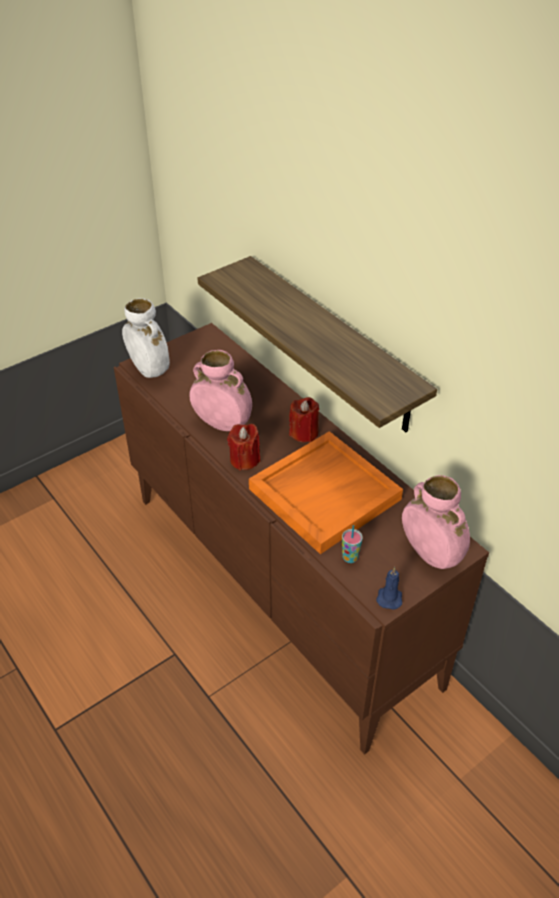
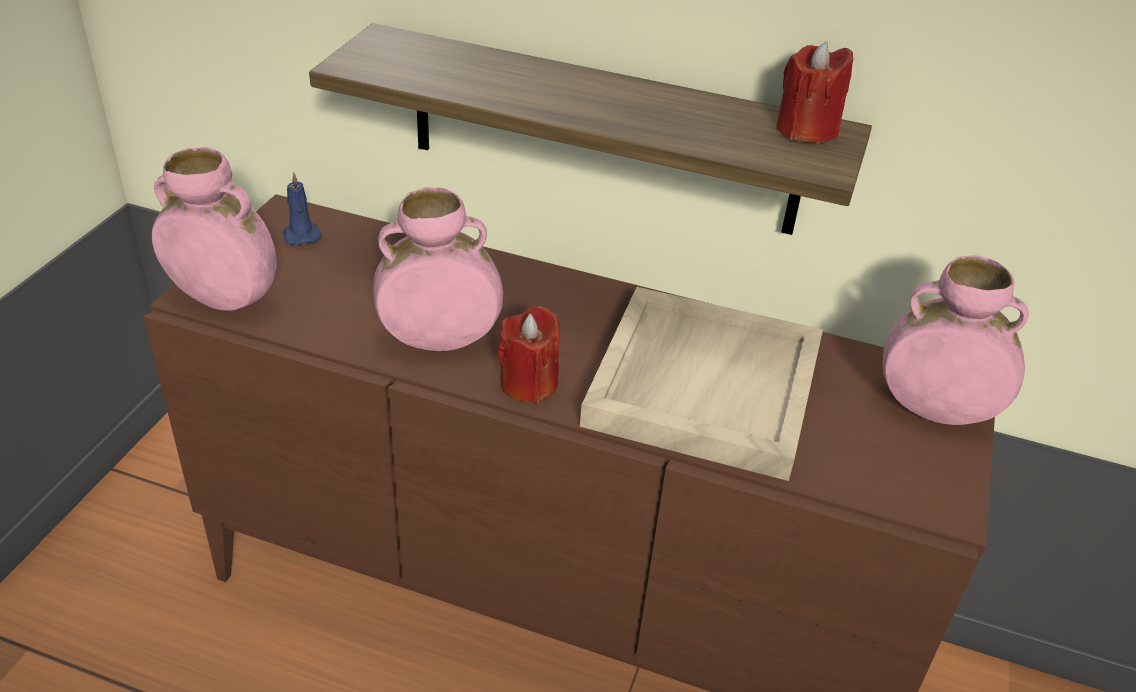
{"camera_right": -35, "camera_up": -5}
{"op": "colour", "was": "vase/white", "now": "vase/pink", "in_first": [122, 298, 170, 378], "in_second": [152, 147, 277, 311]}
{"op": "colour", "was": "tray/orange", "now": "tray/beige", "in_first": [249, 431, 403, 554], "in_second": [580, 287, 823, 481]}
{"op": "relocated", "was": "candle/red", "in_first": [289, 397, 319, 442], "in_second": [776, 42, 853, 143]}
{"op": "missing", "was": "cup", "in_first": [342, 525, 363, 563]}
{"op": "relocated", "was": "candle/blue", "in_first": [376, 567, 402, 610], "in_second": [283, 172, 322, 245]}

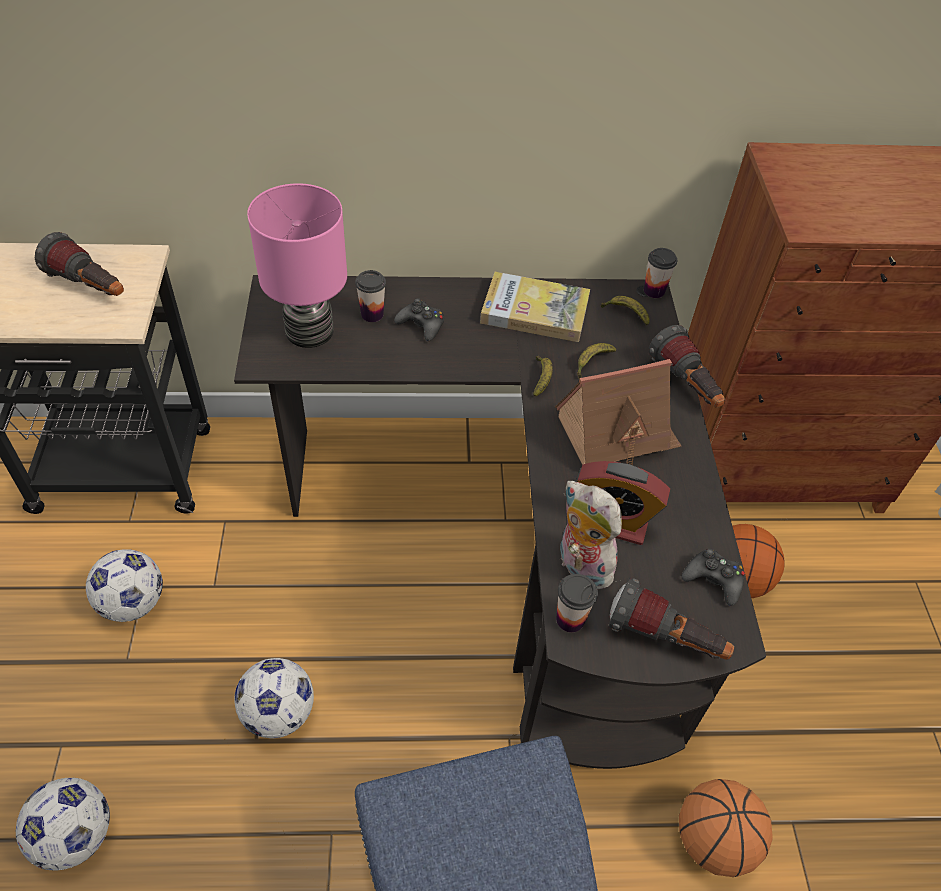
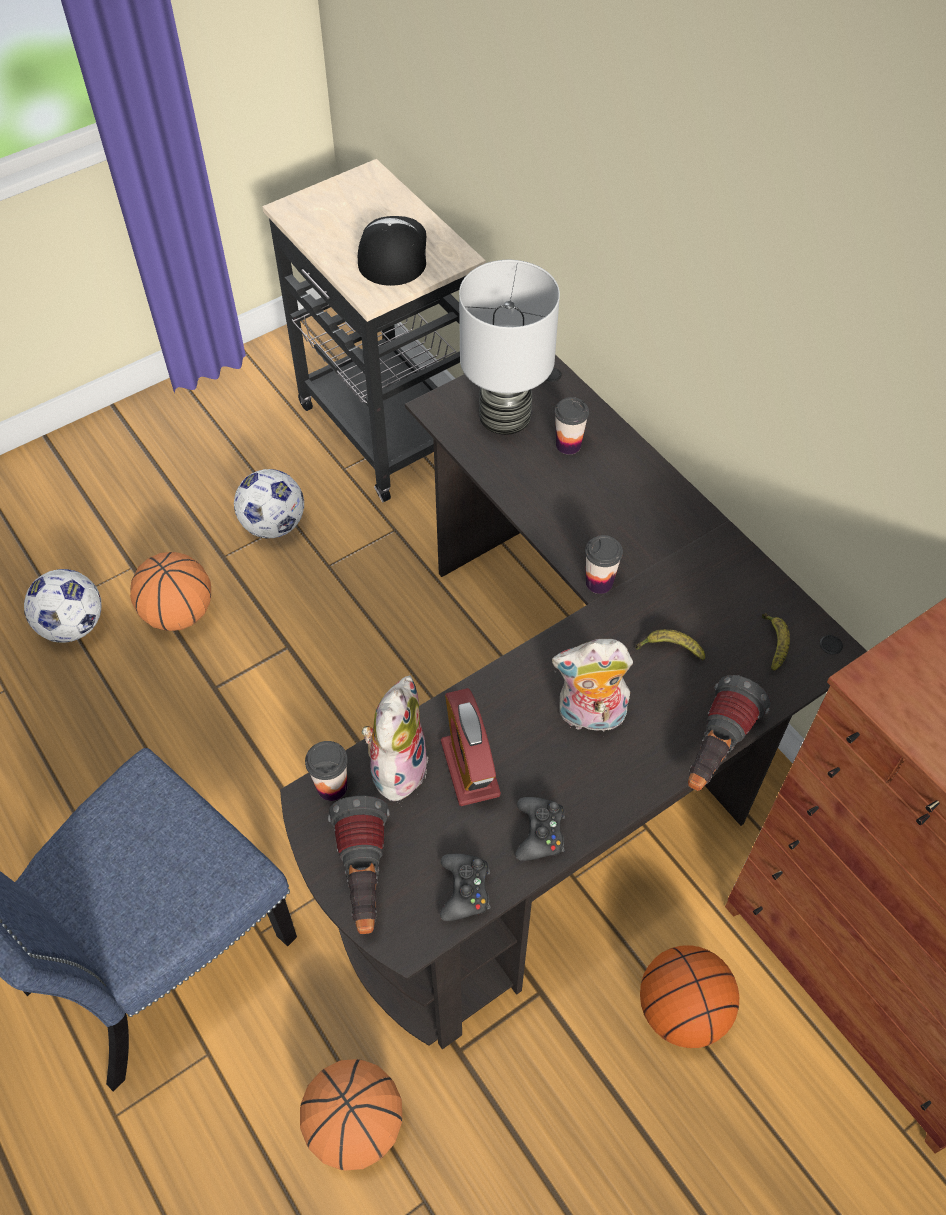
{"camera_right": 60, "camera_up": 5}
{"op": "exchanged", "was": "flashlight", "now": "cap", "in_first": [35, 232, 124, 296], "in_second": [358, 216, 426, 286]}
{"op": "missing", "was": "football", "in_first": [234, 658, 314, 738]}
{"op": "colour", "was": "table lamp/pink", "now": "table lamp/grey", "in_first": [247, 183, 347, 348], "in_second": [459, 260, 560, 435]}
{"op": "relocated", "was": "game controller/black", "in_first": [394, 298, 444, 341], "in_second": [516, 797, 565, 861]}
{"op": "missing", "was": "book", "in_first": [480, 272, 590, 342]}
{"op": "missing", "was": "banana", "in_first": [533, 356, 553, 397]}
{"op": "exchanged", "was": "toy house", "now": "plush toy", "in_first": [555, 359, 681, 465], "in_second": [552, 639, 633, 732]}
{"op": "relocated", "was": "cup", "in_first": [644, 248, 677, 298], "in_second": [585, 535, 623, 594]}
{"op": "appeared", "now": "basketball", "in_second": [130, 552, 211, 631]}

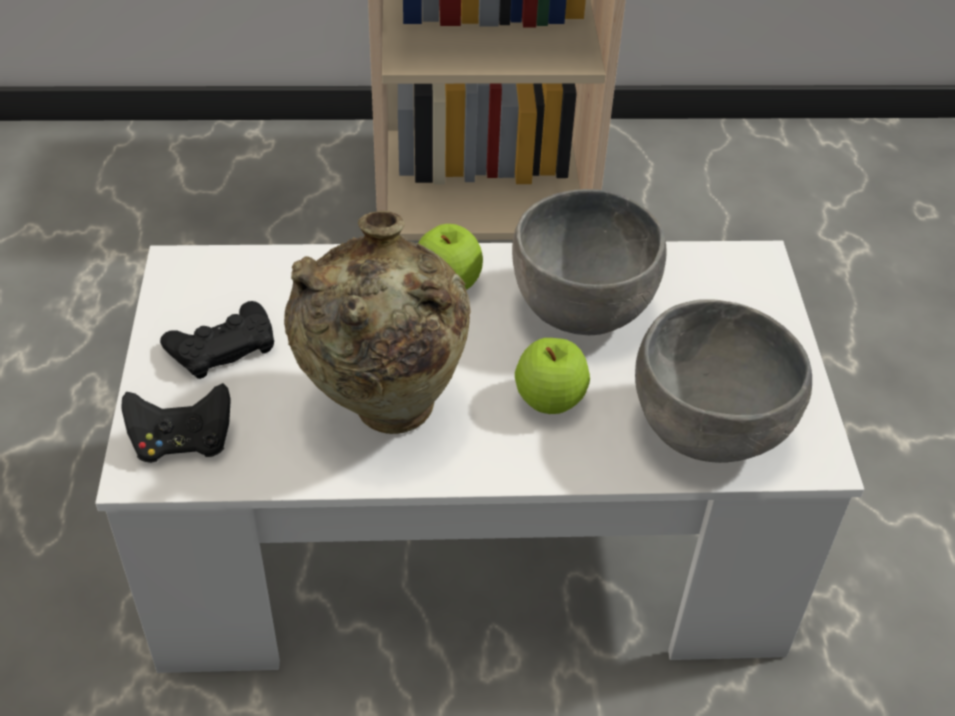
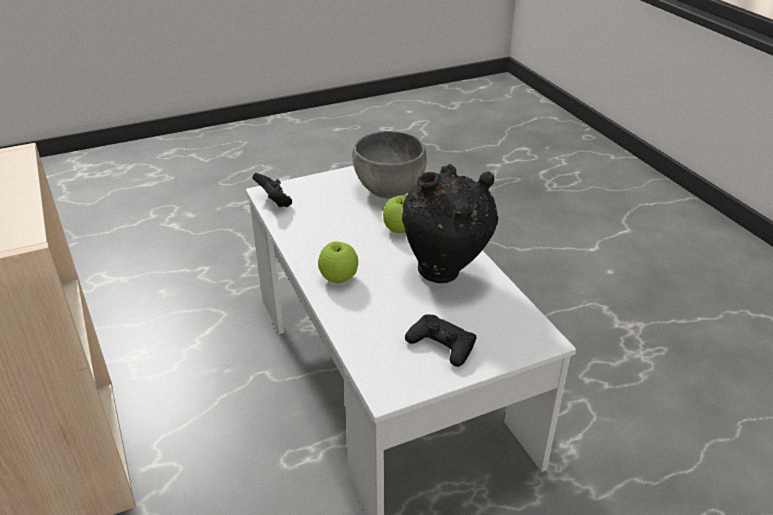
{"camera_right": -110, "camera_up": -10}
{"op": "relocated", "was": "game controller/black", "in_first": [121, 383, 231, 463], "in_second": [252, 173, 292, 207]}
{"op": "colour", "was": "vase/beige", "now": "vase/black", "in_first": [284, 211, 471, 434], "in_second": [402, 164, 498, 283]}
{"op": "missing", "was": "bowl/grey", "in_first": [512, 189, 667, 335]}

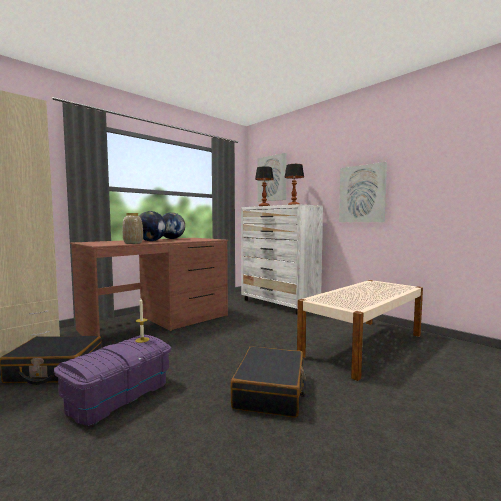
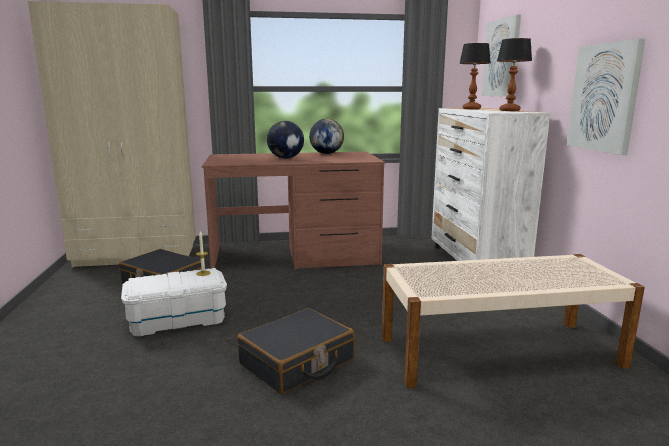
{"camera_right": 35, "camera_up": 10}
{"op": "colour", "was": "storage box/purple", "now": "storage box/white", "in_first": [54, 335, 171, 426], "in_second": [121, 268, 227, 337]}
{"op": "missing", "was": "vase", "in_first": [123, 213, 143, 244]}

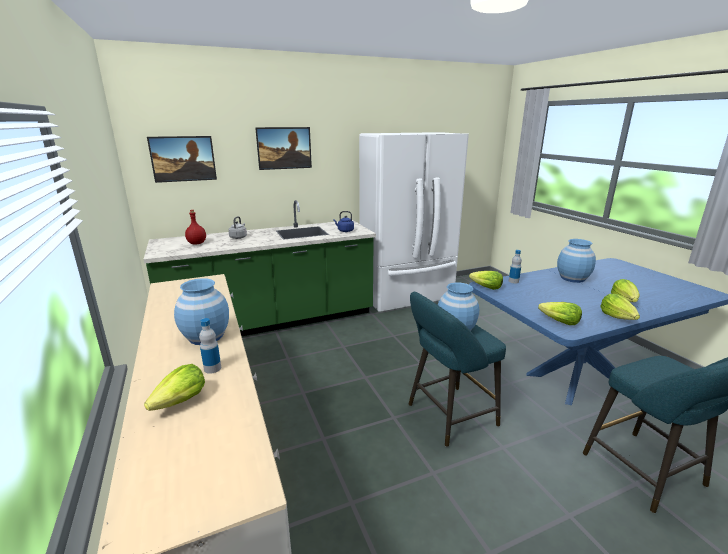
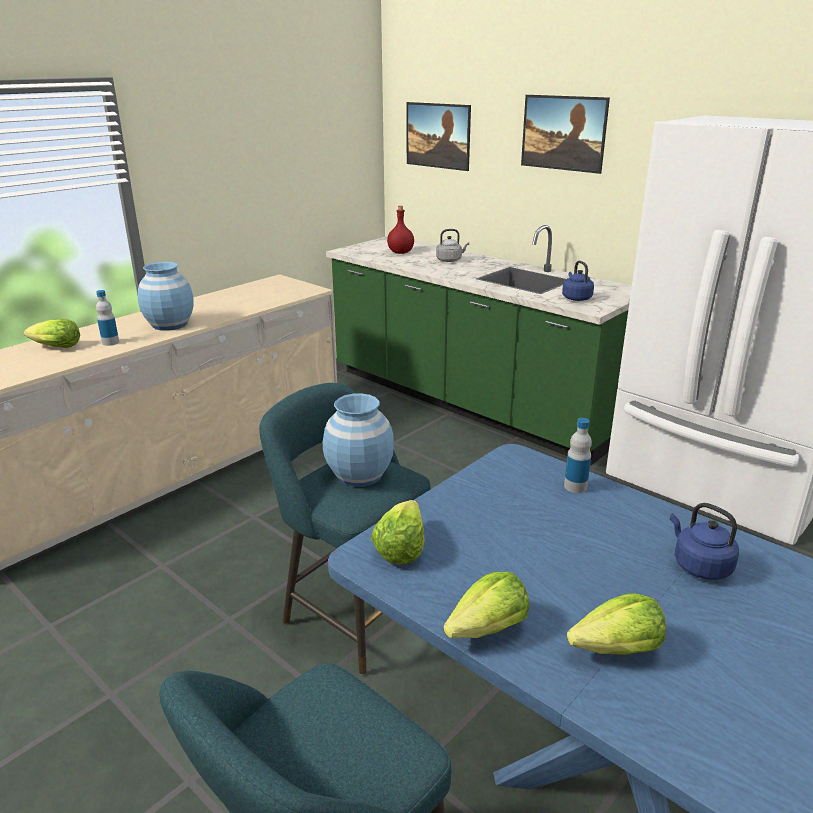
{"camera_right": 65, "camera_up": 5}
{"op": "missing", "was": "lettuce", "in_first": [469, 271, 503, 290]}
{"op": "exchanged", "was": "vase/blue", "now": "kettle/blue", "in_first": [557, 239, 596, 283], "in_second": [670, 503, 739, 580]}

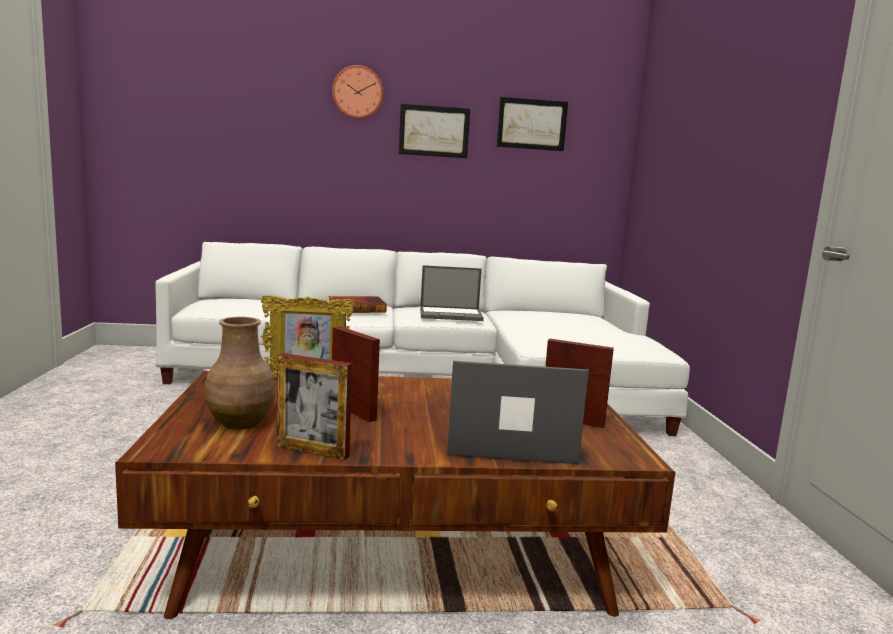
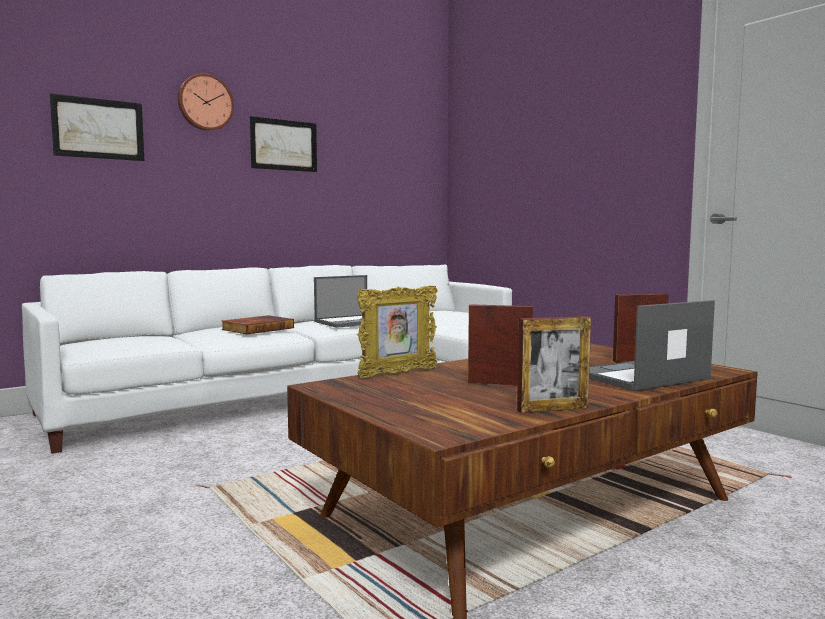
{"camera_right": -30, "camera_up": -5}
{"op": "missing", "was": "vase/brown", "in_first": [204, 317, 276, 429]}
{"op": "relocated", "was": "picture", "in_first": [497, 97, 568, 151], "in_second": [50, 93, 145, 161]}

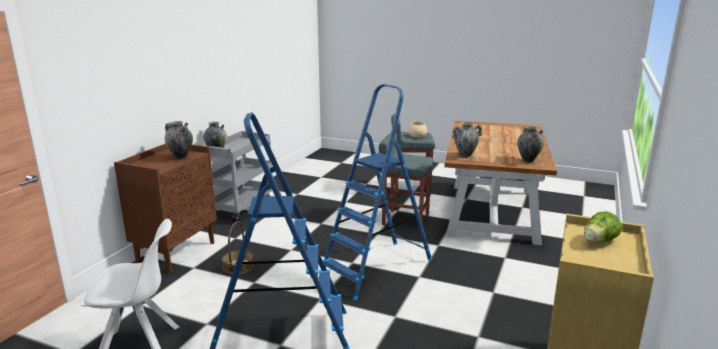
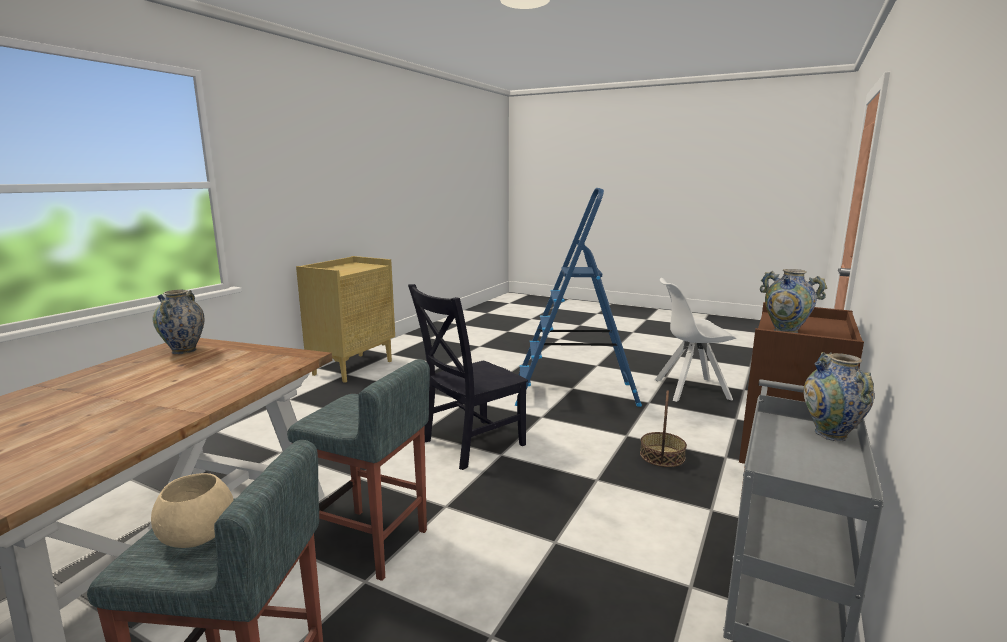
{"camera_right": -175, "camera_up": -5}
{"op": "exchanged", "was": "step ladder/blue", "now": "chair/black", "in_first": [323, 84, 432, 301], "in_second": [408, 284, 528, 470]}
{"op": "missing", "was": "vase", "in_first": [452, 122, 482, 158]}
{"op": "missing", "was": "lettuce", "in_first": [584, 211, 622, 243]}

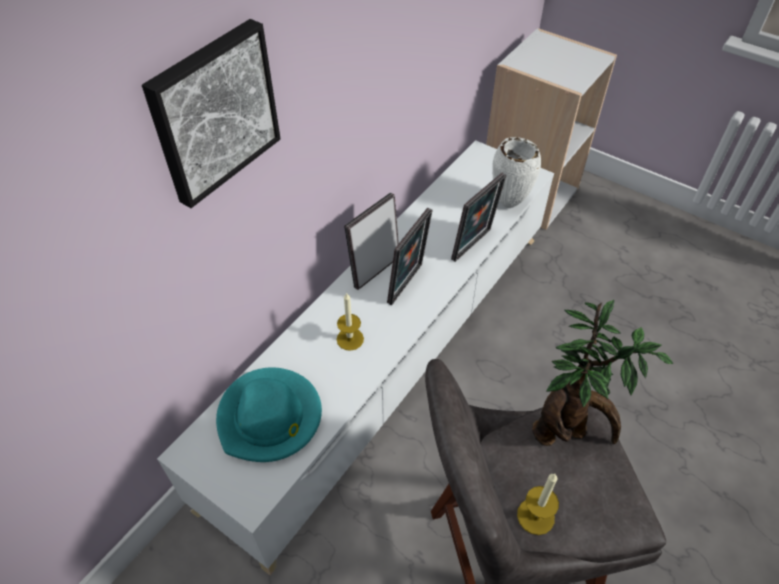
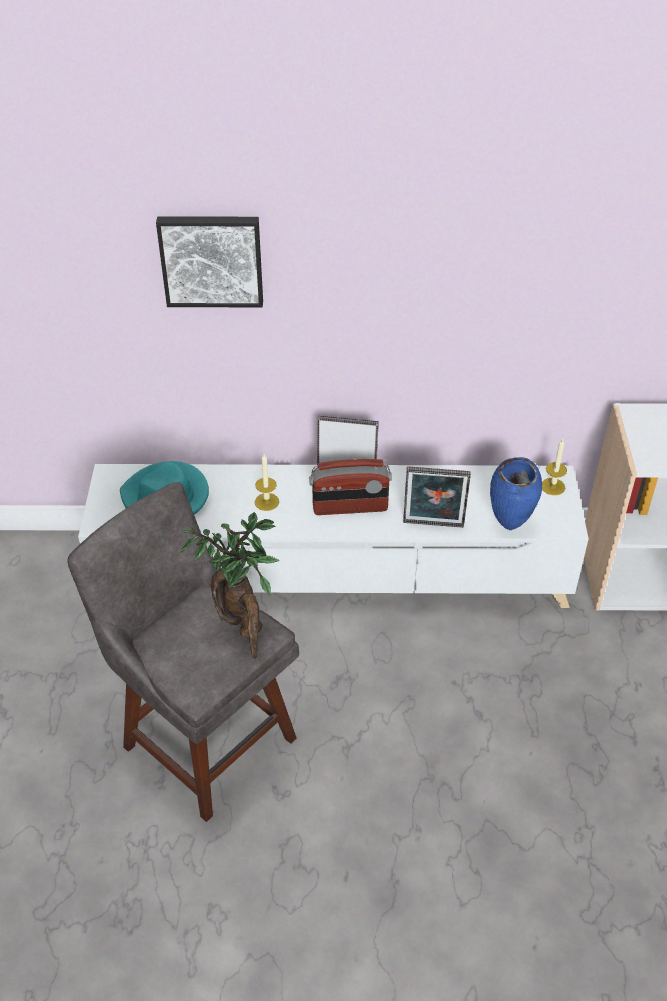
{"camera_right": 55, "camera_up": -5}
{"op": "exchanged", "was": "picture frame", "now": "radio", "in_first": [387, 208, 433, 305], "in_second": [309, 459, 392, 515]}
{"op": "colour", "was": "vase/white", "now": "vase/blue", "in_first": [492, 137, 541, 208], "in_second": [490, 457, 542, 530]}
{"op": "relocated", "was": "candle", "in_first": [517, 474, 559, 535], "in_second": [542, 439, 567, 495]}

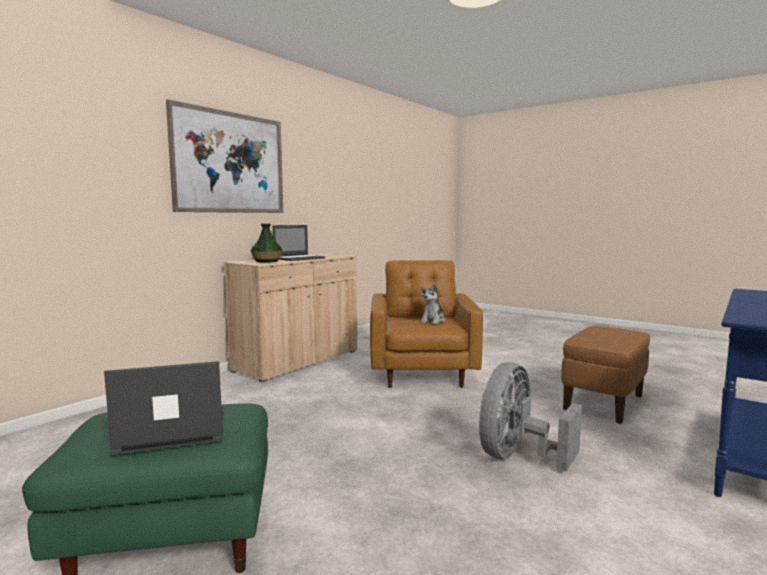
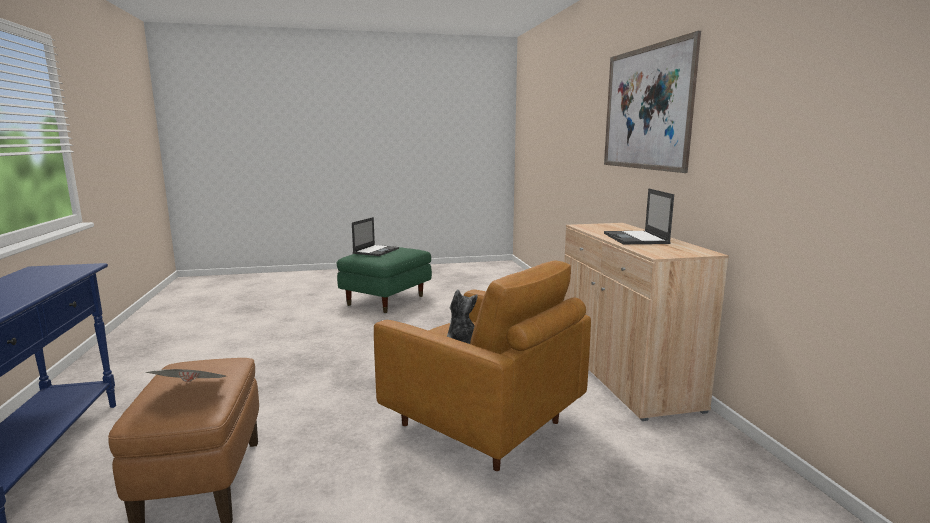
{"camera_right": 130, "camera_up": 5}
{"op": "missing", "was": "vase", "in_first": [251, 224, 283, 262]}
{"op": "missing", "was": "fan/grey", "in_first": [479, 362, 582, 472]}
{"op": "appeared", "now": "newspaper", "in_second": [145, 369, 226, 382]}

